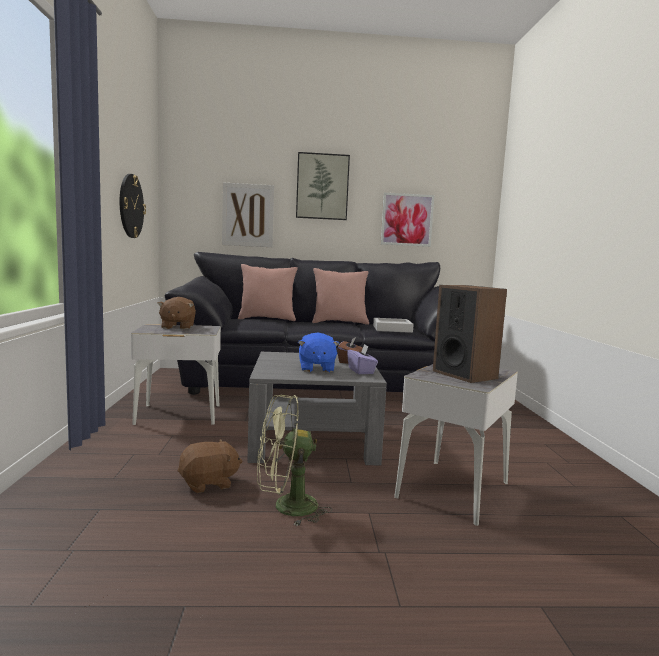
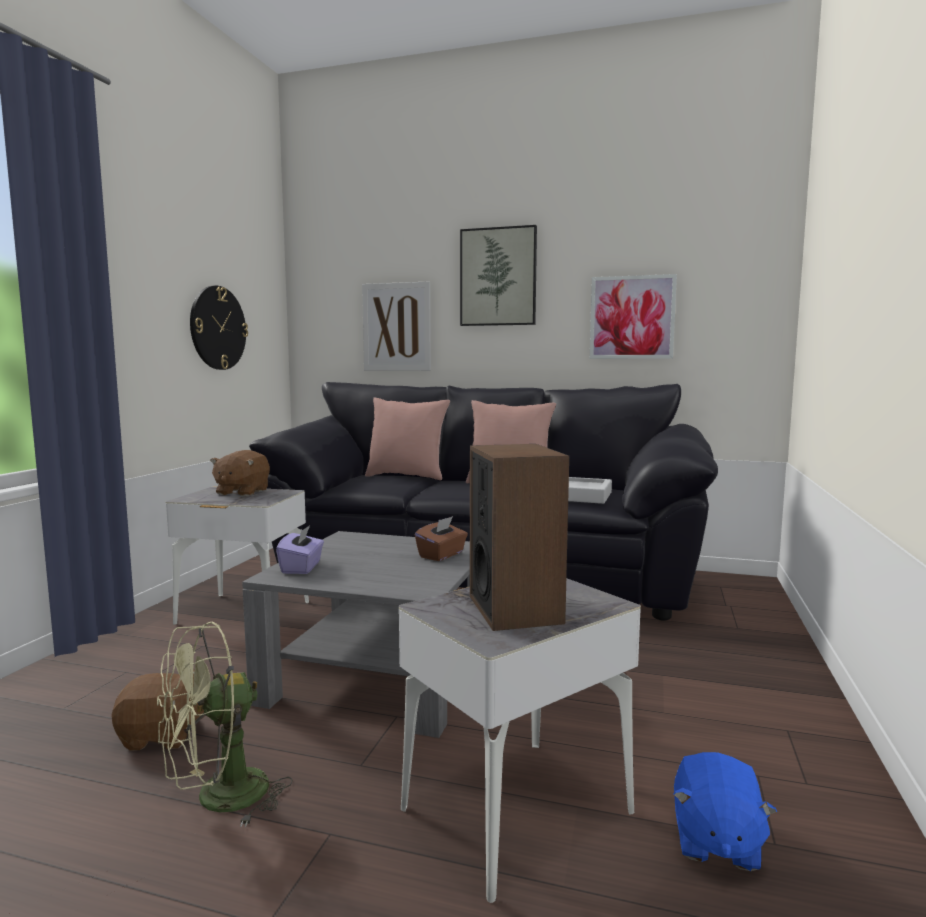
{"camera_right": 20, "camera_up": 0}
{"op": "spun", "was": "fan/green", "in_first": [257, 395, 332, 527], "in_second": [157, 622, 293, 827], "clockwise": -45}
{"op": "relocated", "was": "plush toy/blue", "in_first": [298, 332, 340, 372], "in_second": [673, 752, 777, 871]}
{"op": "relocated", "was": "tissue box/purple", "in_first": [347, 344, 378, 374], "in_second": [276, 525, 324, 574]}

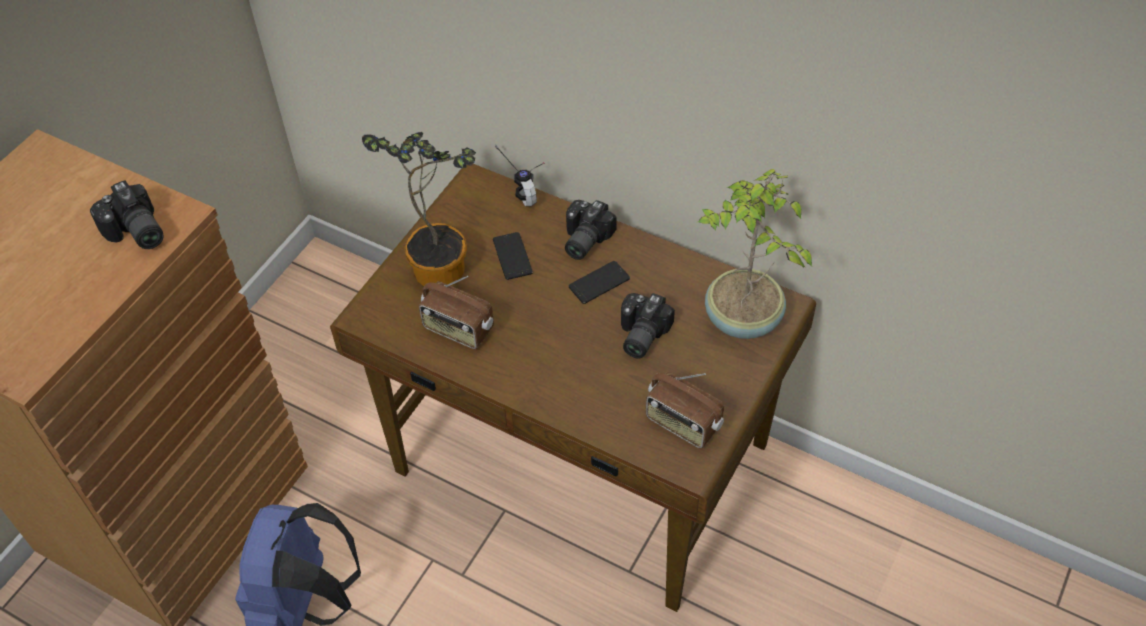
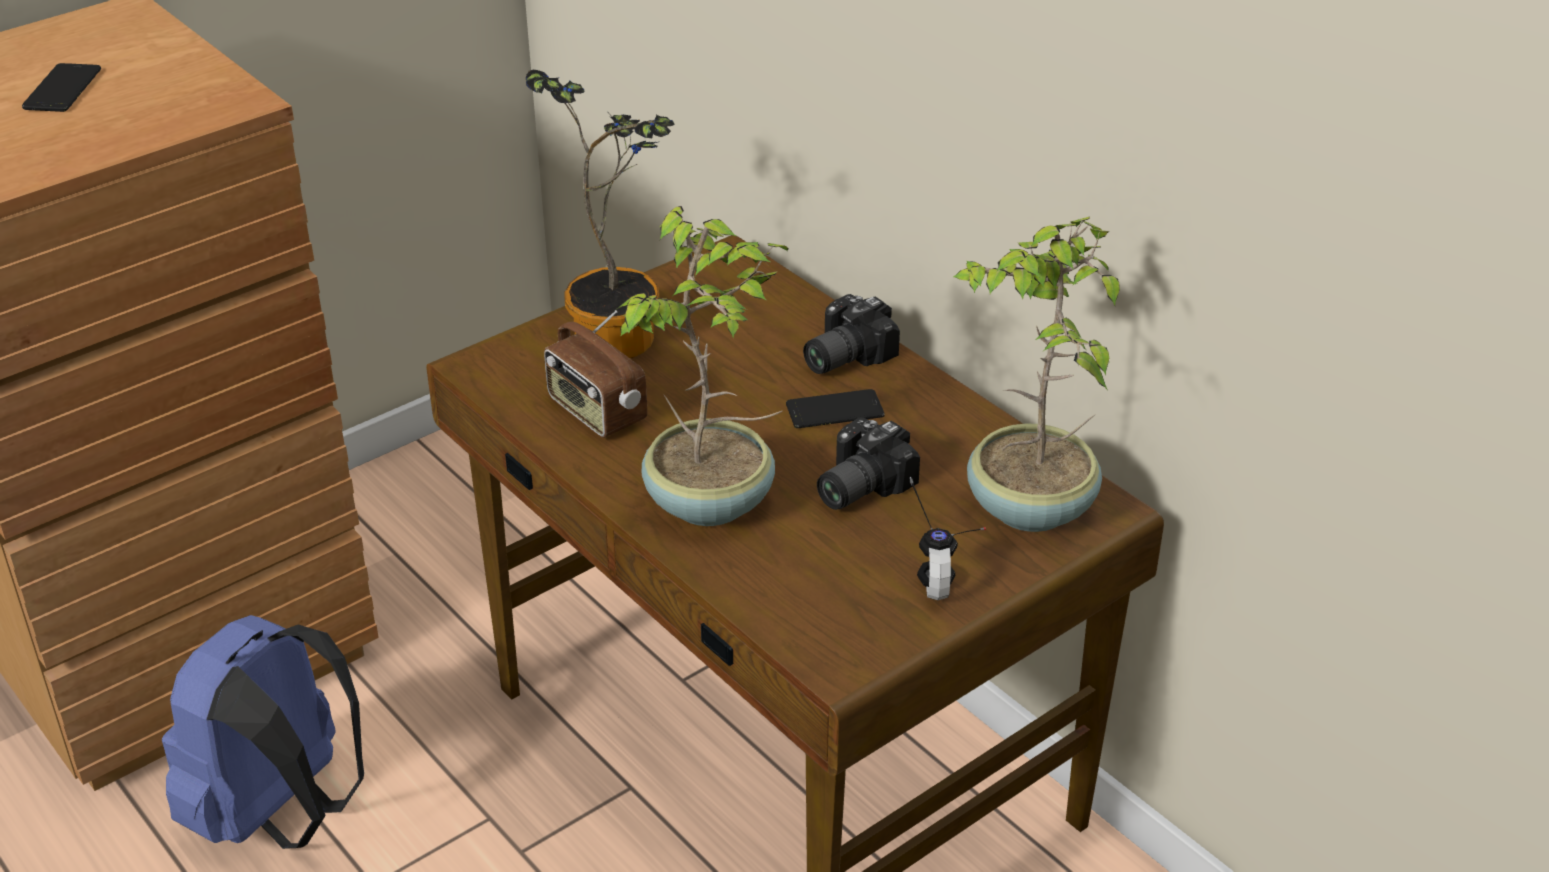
{"camera_right": 20, "camera_up": -15}
{"op": "missing", "was": "photo camera", "in_first": [90, 180, 164, 249]}
{"op": "relocated", "was": "phone", "in_first": [493, 232, 533, 280], "in_second": [22, 63, 101, 112]}
{"op": "relocated", "was": "headphones", "in_first": [495, 145, 545, 206], "in_second": [910, 477, 986, 600]}
{"op": "missing", "was": "radio", "in_first": [646, 372, 724, 448]}
{"op": "appeared", "now": "potted plant", "in_second": [617, 206, 789, 526]}

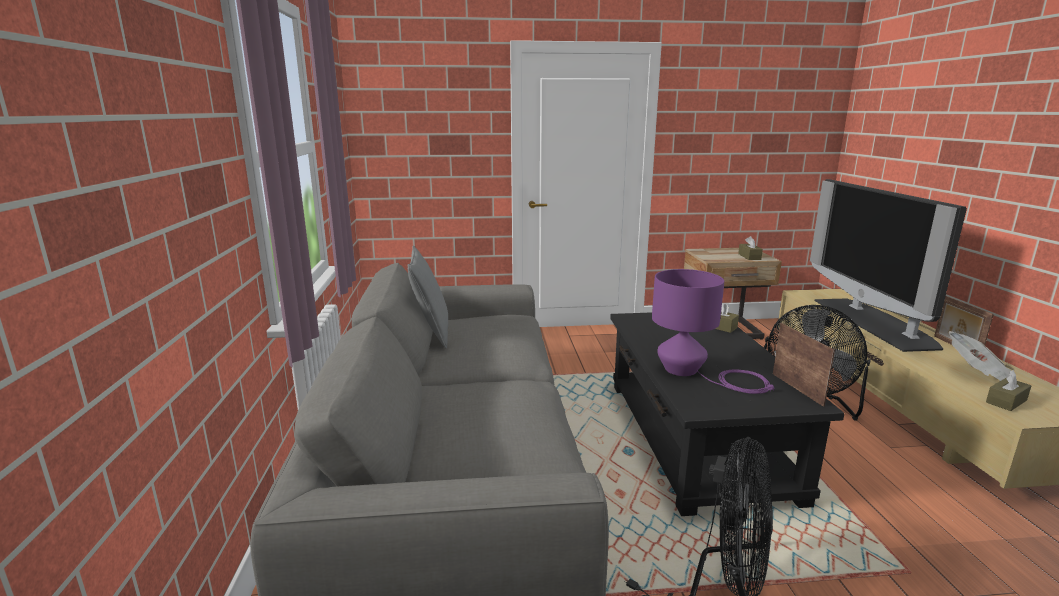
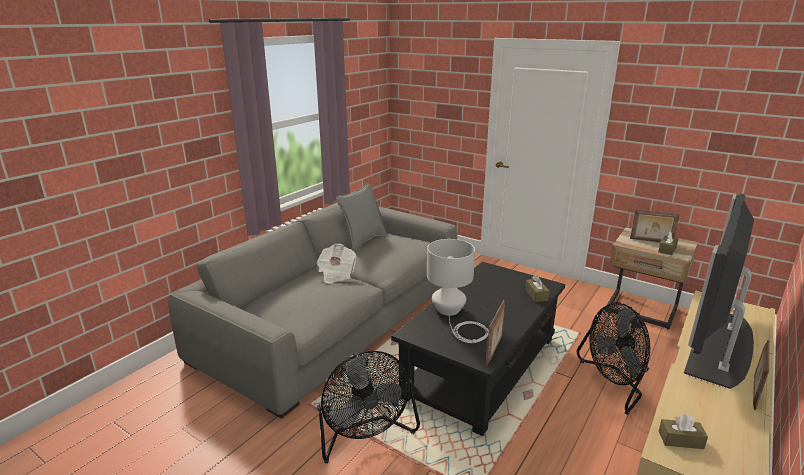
{"camera_right": 40, "camera_up": 5}
{"op": "colour", "was": "table lamp/purple", "now": "table lamp/white", "in_first": [652, 269, 774, 394], "in_second": [427, 239, 489, 344]}
{"op": "relocated", "was": "newspaper", "in_first": [948, 331, 1011, 381], "in_second": [317, 244, 357, 284]}
{"op": "appeared", "now": "picture frame", "in_second": [630, 209, 680, 242]}

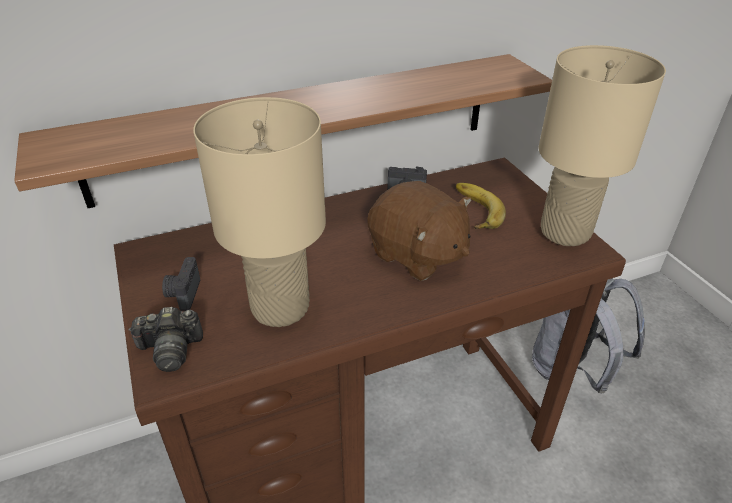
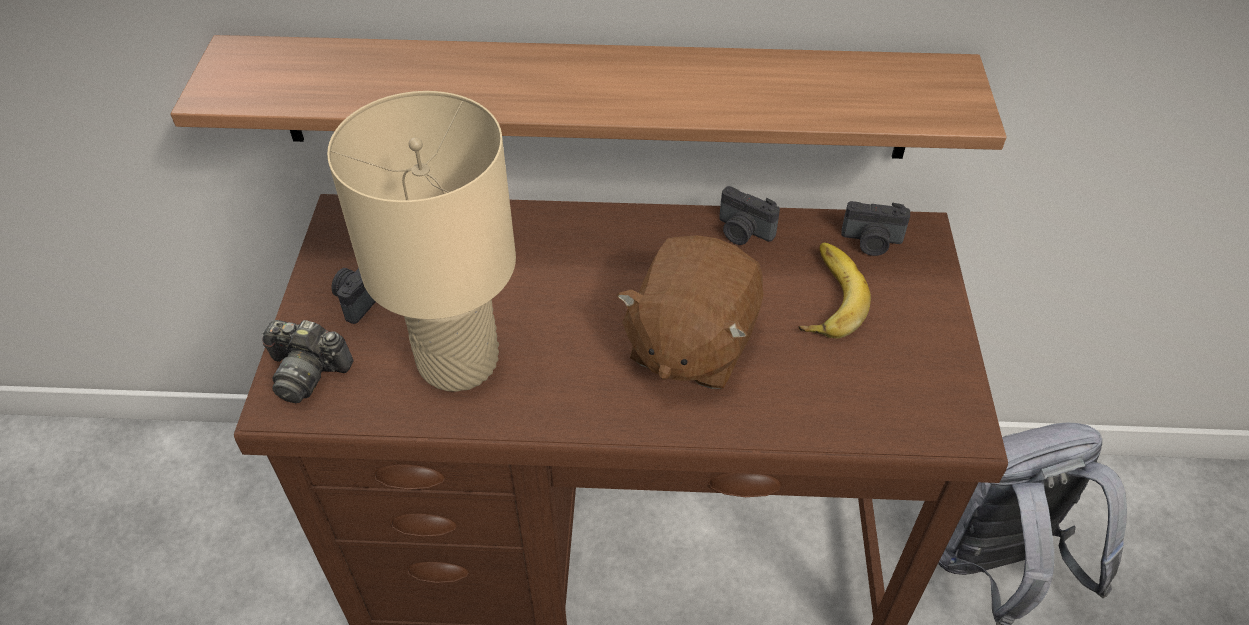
{"camera_right": 25, "camera_up": 10}
{"op": "spun", "was": "plush toy/brown", "in_first": [367, 181, 471, 281], "in_second": [617, 235, 764, 389], "clockwise": 45}
{"op": "missing", "was": "table lamp/beige", "in_first": [538, 45, 666, 246]}
{"op": "appeared", "now": "photo camera", "in_second": [841, 201, 910, 256]}

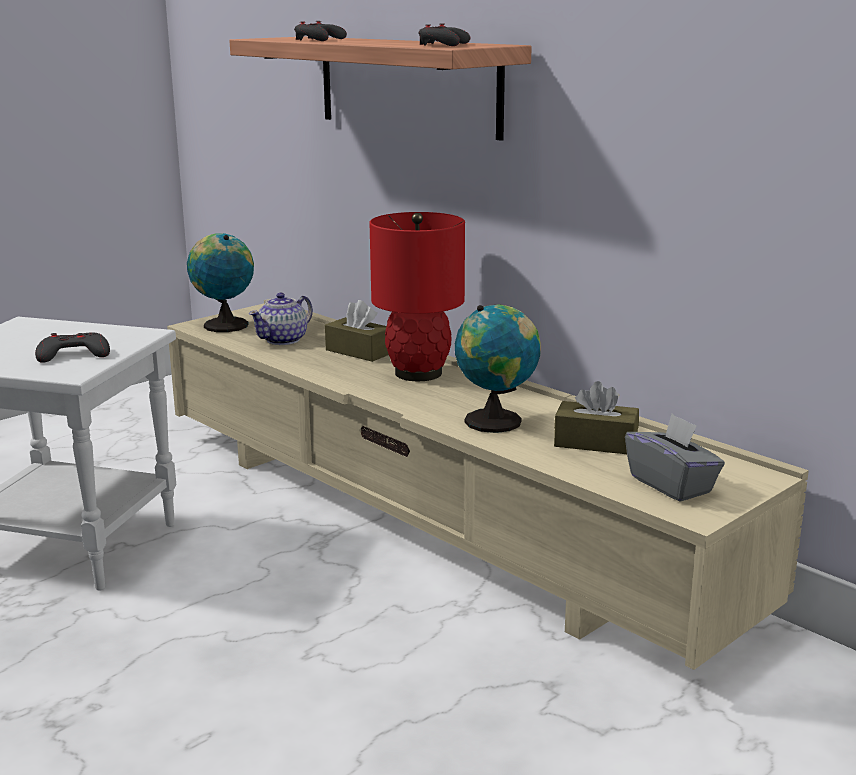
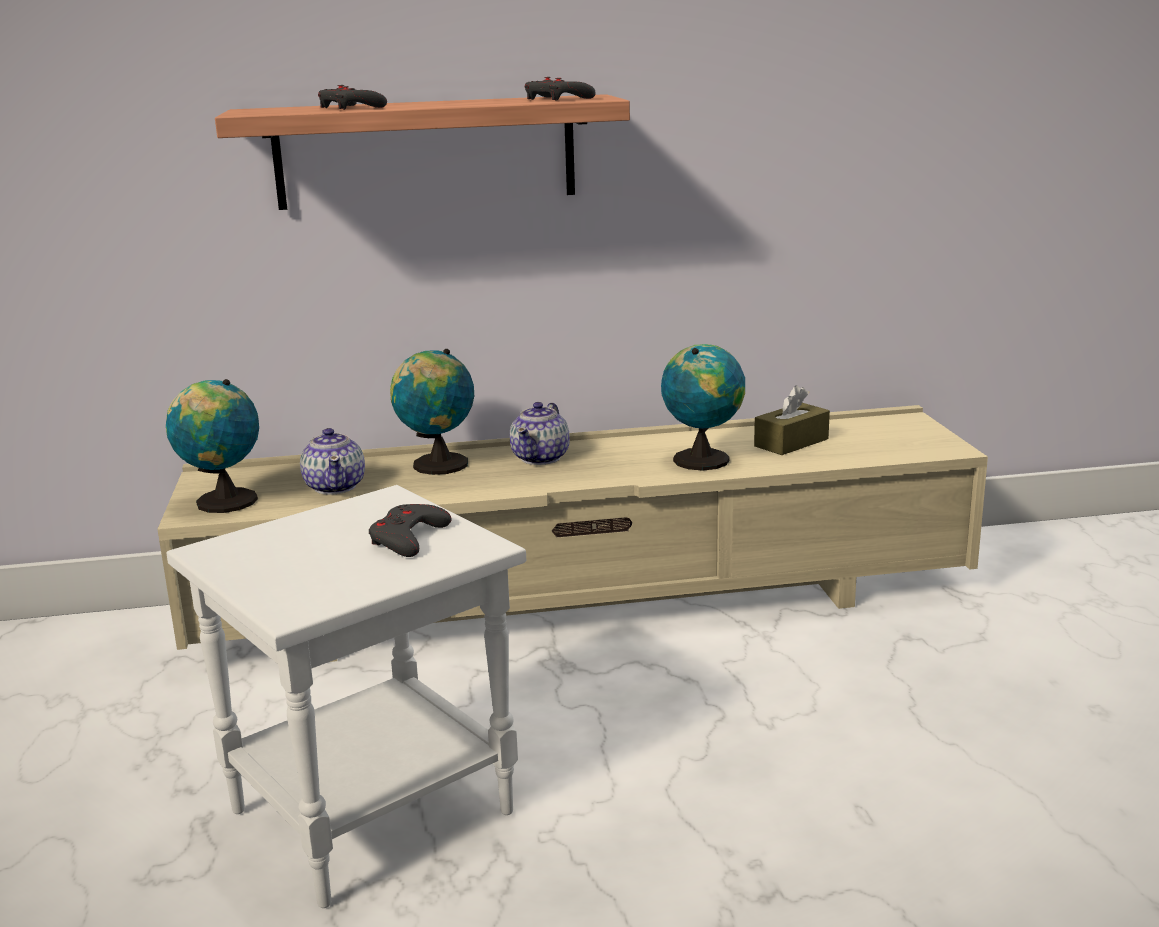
{"camera_right": -55, "camera_up": 0}
{"op": "exchanged", "was": "tissue box/brown", "now": "globe", "in_first": [325, 300, 389, 362], "in_second": [390, 349, 474, 475]}
{"op": "exchanged", "was": "table lamp/red", "now": "teapot", "in_first": [369, 212, 465, 381], "in_second": [510, 402, 570, 465]}
{"op": "missing", "was": "tissue box/grey", "in_first": [625, 413, 725, 502]}

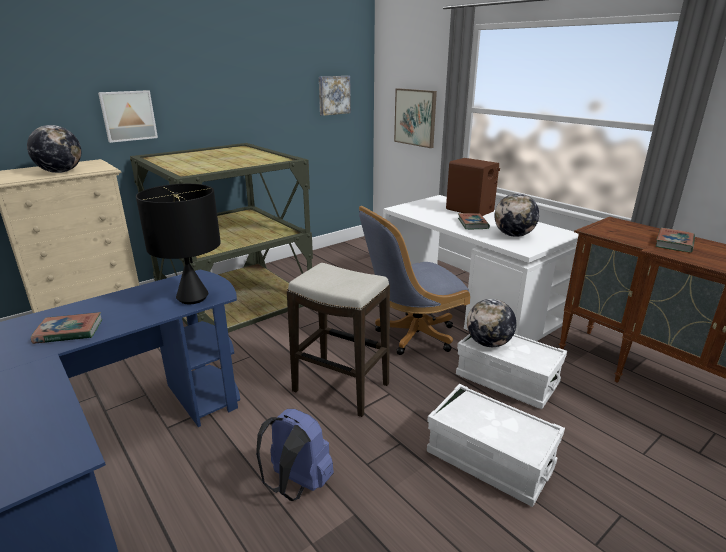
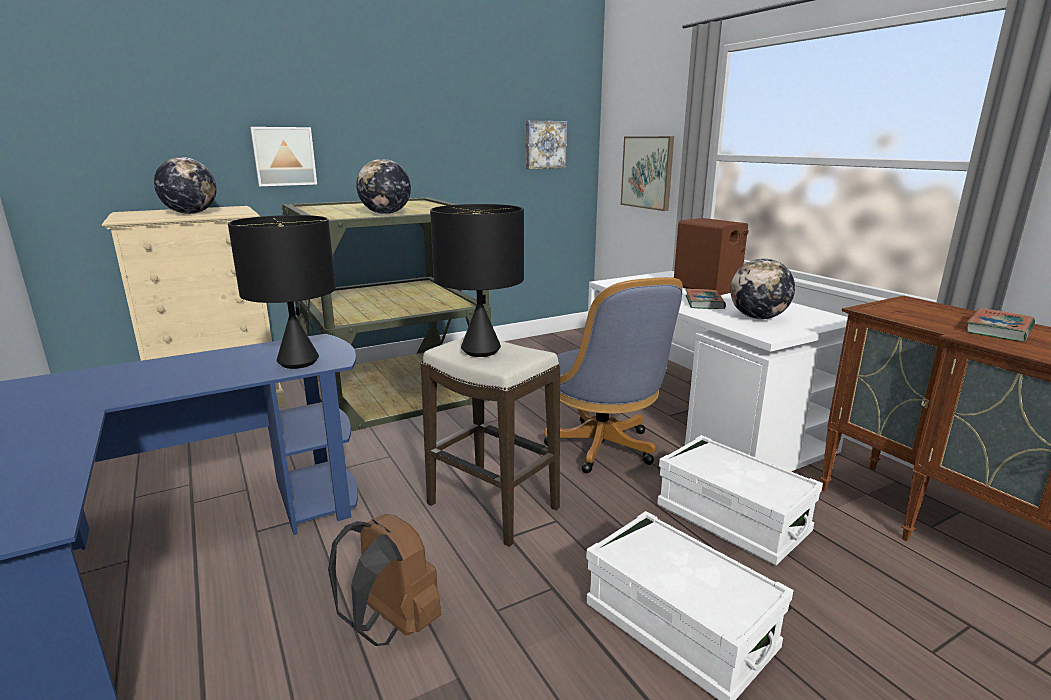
{"camera_right": 10, "camera_up": -5}
{"op": "missing", "was": "book", "in_first": [31, 312, 102, 344]}
{"op": "colour", "was": "backpack/blue", "now": "backpack/brown", "in_first": [256, 409, 334, 501], "in_second": [328, 514, 442, 646]}
{"op": "spun", "was": "office chair/blue", "in_first": [359, 206, 470, 355], "in_second": [544, 277, 683, 473], "clockwise": -90}
{"op": "relocated", "was": "globe", "in_first": [467, 299, 516, 347], "in_second": [356, 159, 411, 214]}
{"op": "appeared", "now": "table lamp/black", "in_second": [430, 204, 524, 357]}

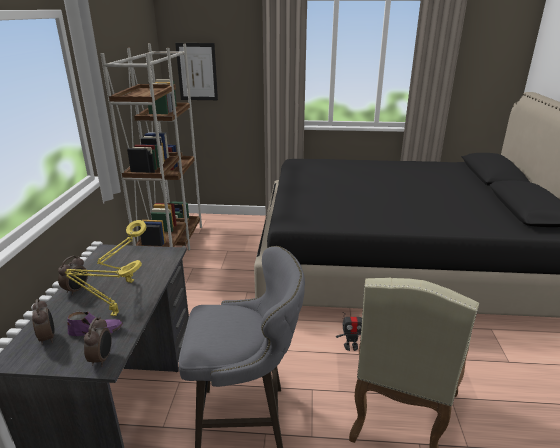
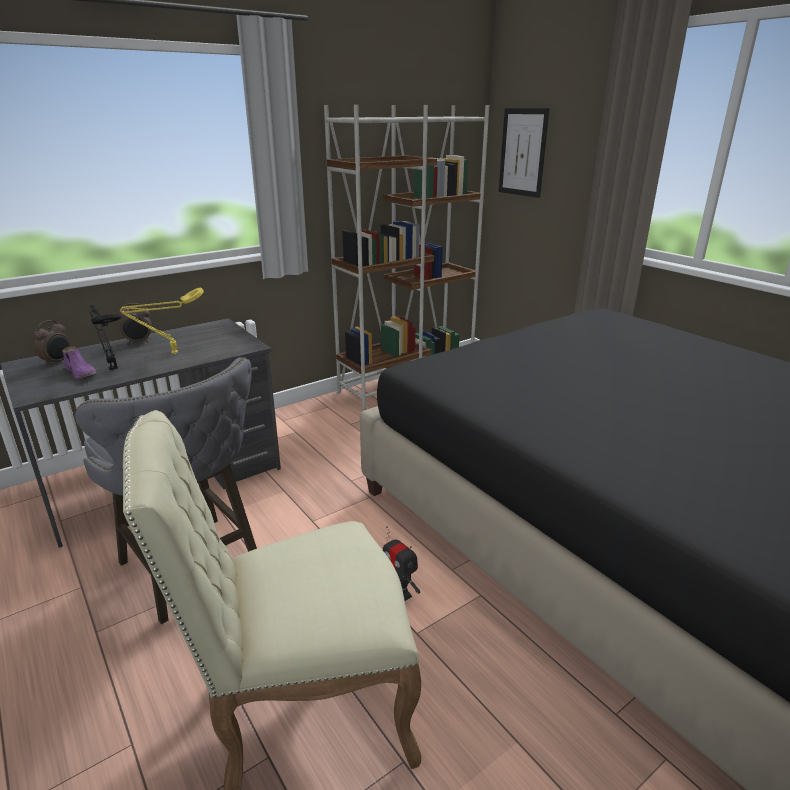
{"camera_right": 50, "camera_up": 0}
{"op": "colour", "was": "table lamp/yellow", "now": "table lamp/black", "in_first": [65, 260, 142, 316], "in_second": [89, 305, 120, 370]}
{"op": "missing", "was": "alarm clock", "in_first": [84, 317, 111, 367]}

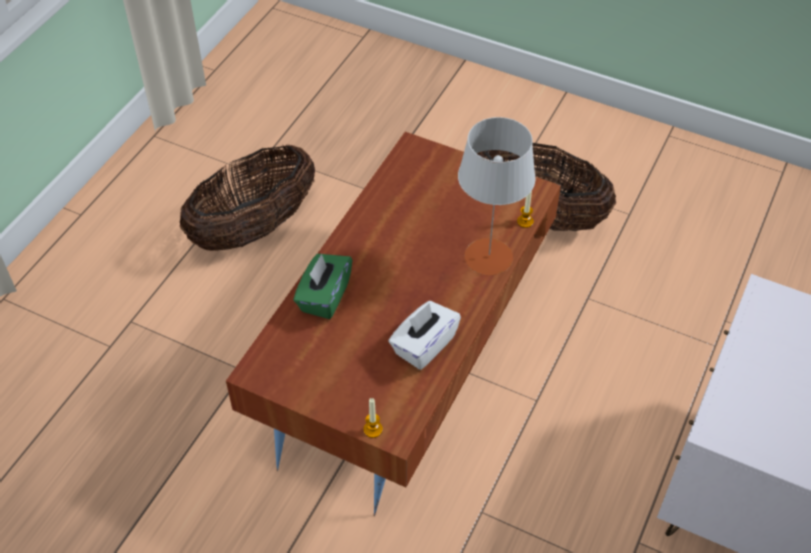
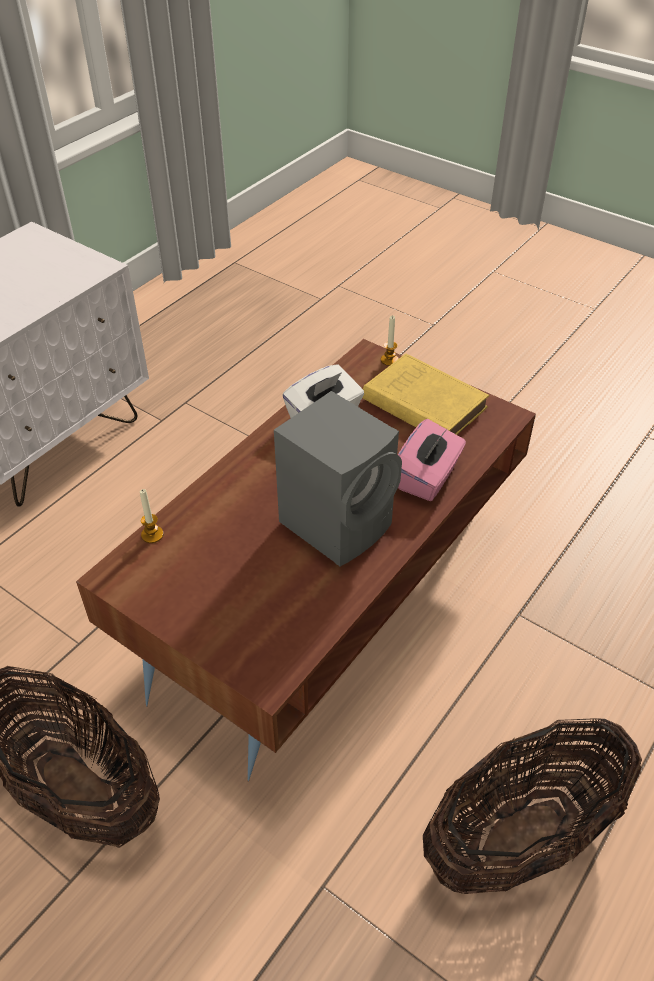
{"camera_right": -170, "camera_up": -5}
{"op": "colour", "was": "tissue box/green", "now": "tissue box/pink", "in_first": [293, 254, 353, 319], "in_second": [398, 419, 466, 501]}
{"op": "missing", "was": "table lamp/grey", "in_first": [458, 117, 535, 275]}
{"op": "appeared", "now": "speaker/grey", "in_second": [274, 391, 402, 566]}
{"op": "appeared", "now": "book/yellow", "in_second": [362, 354, 489, 435]}

